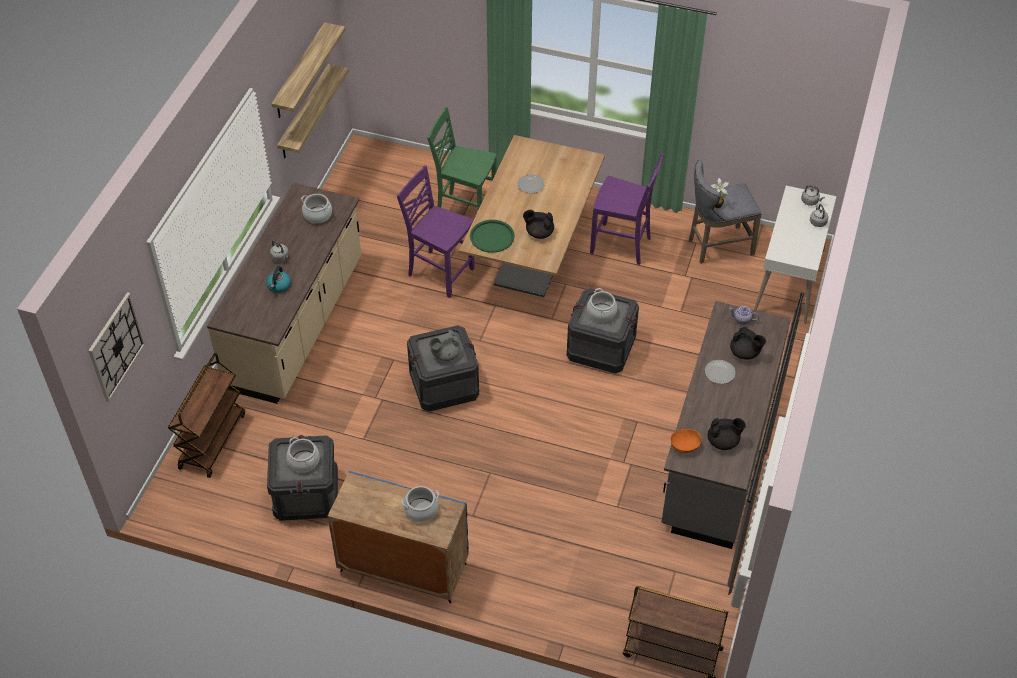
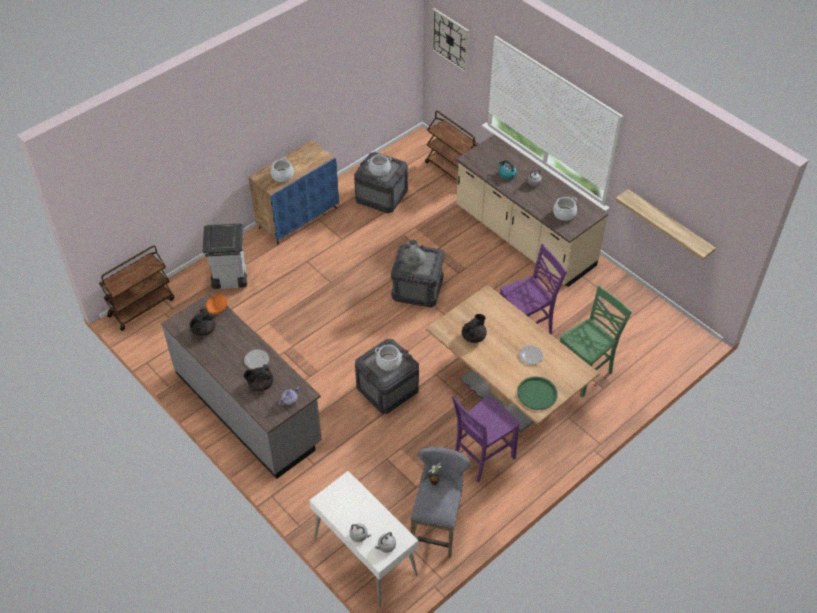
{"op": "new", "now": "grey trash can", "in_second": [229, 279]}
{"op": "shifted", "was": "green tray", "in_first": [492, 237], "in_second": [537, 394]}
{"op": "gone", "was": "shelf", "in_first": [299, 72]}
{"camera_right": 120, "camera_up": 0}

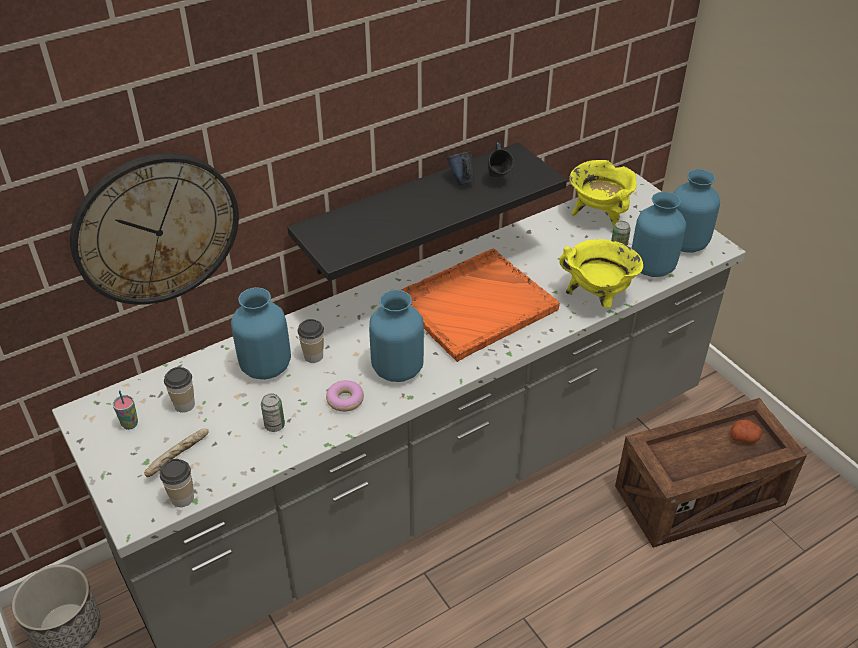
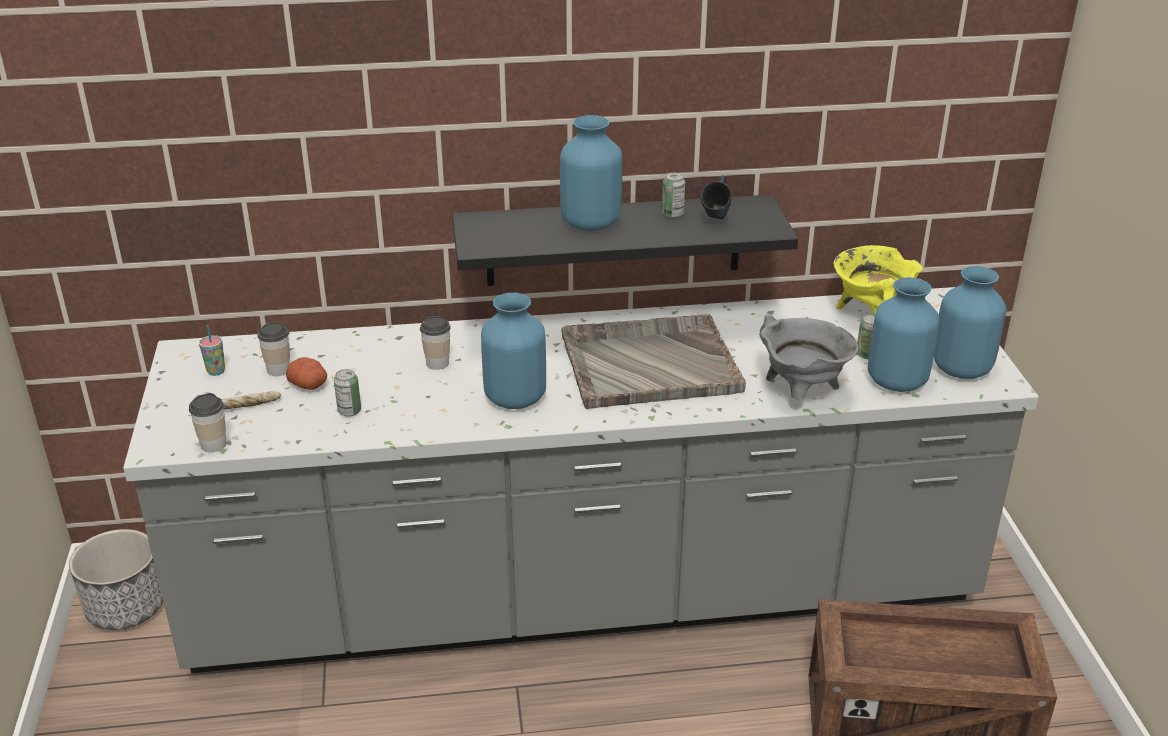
{"op": "shifted", "was": "potato", "in_first": [744, 437], "in_second": [309, 385]}
{"op": "shifted", "was": "blue vase", "in_first": [265, 367], "in_second": [589, 223]}
{"op": "repainted", "was": "orange tray", "now": "grey tray", "in_first": [474, 306], "in_second": [648, 364]}
{"op": "swapped", "was": "blue mug", "now": "can", "in_first": [461, 181], "in_second": [672, 214]}
{"op": "repainted", "was": "yellow cooking pot", "now": "grey cooking pot", "in_first": [597, 298], "in_second": [801, 393]}
{"op": "gone", "was": "wall clock", "in_first": [156, 229]}
{"op": "gone", "was": "donut", "in_first": [345, 400]}
{"camera_right": 25, "camera_up": -10}

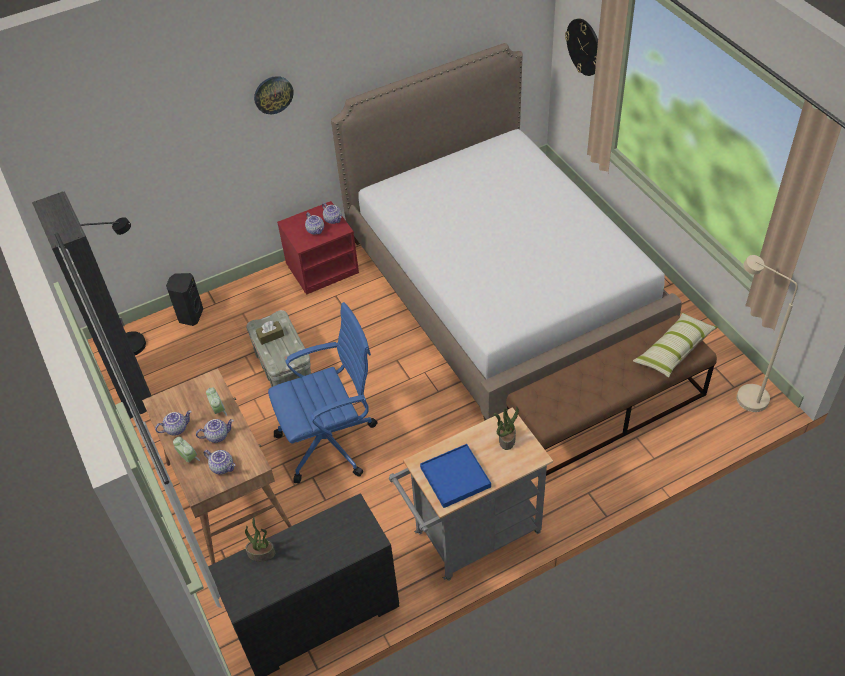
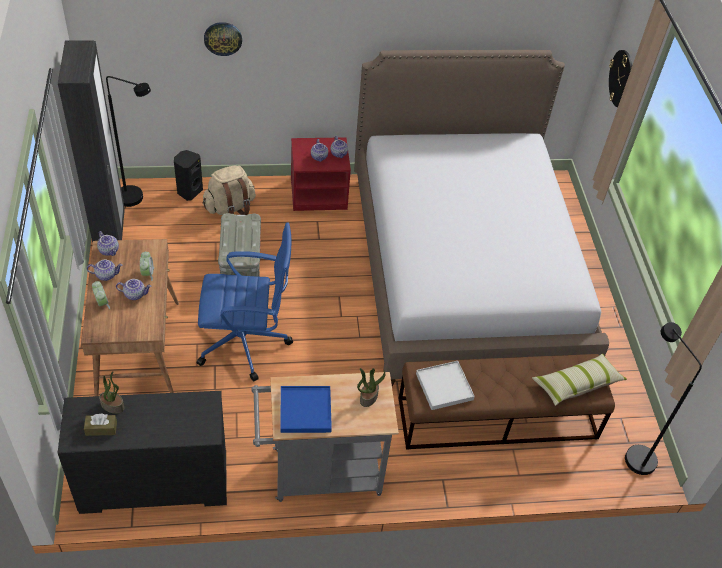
{"op": "shifted", "was": "brown tissue box", "in_first": [270, 336], "in_second": [101, 428]}
{"op": "shifted", "was": "teapot", "in_first": [223, 467], "in_second": [109, 250]}
{"op": "new", "now": "beige backpack", "in_second": [230, 208]}
{"op": "shifted", "was": "wall clock", "in_first": [273, 94], "in_second": [223, 38]}
{"op": "new", "now": "white tray", "in_second": [444, 387]}
{"op": "repainted", "was": "beige floor lamp", "now": "black floor lamp", "in_first": [743, 395], "in_second": [634, 453]}
{"camera_right": 15, "camera_up": 0}

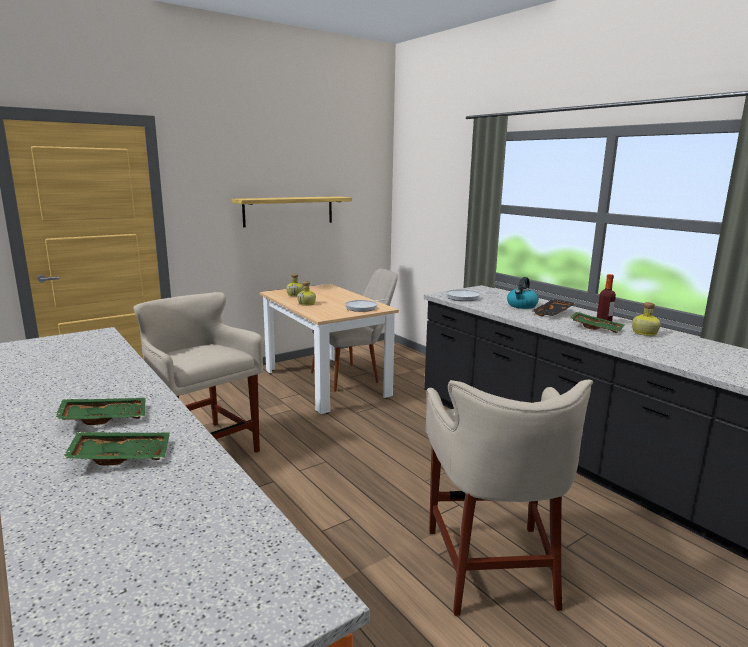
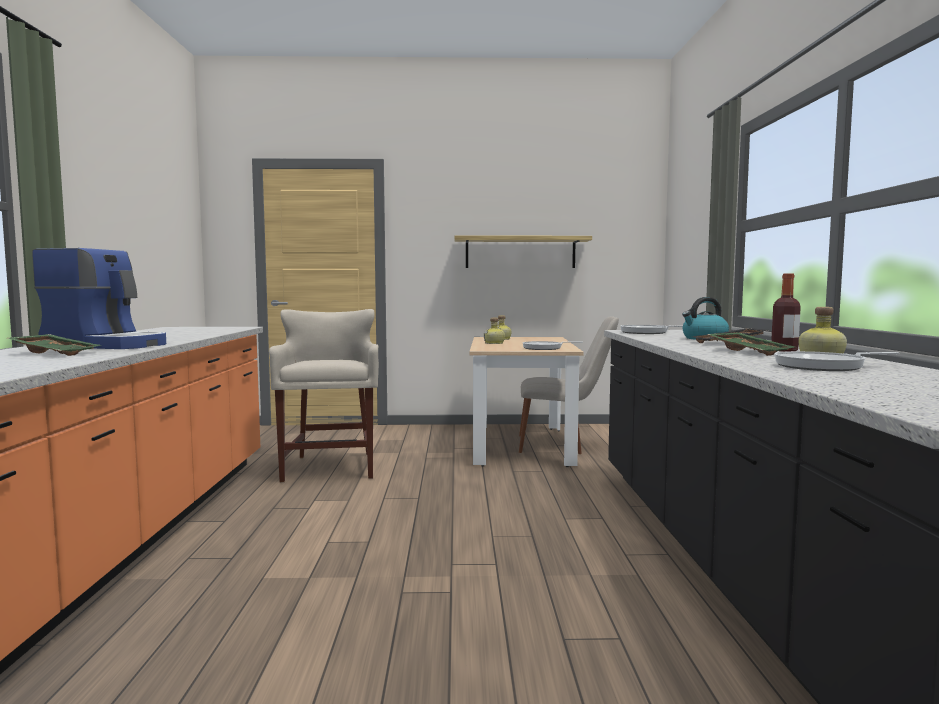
{"op": "swapped", "was": "green tray", "now": "coffee machine", "in_first": [104, 418], "in_second": [107, 345]}
{"op": "new", "now": "frying pan", "in_second": [824, 366]}
{"op": "gone", "was": "beige stool", "in_first": [492, 565]}
{"camera_right": 35, "camera_up": -10}

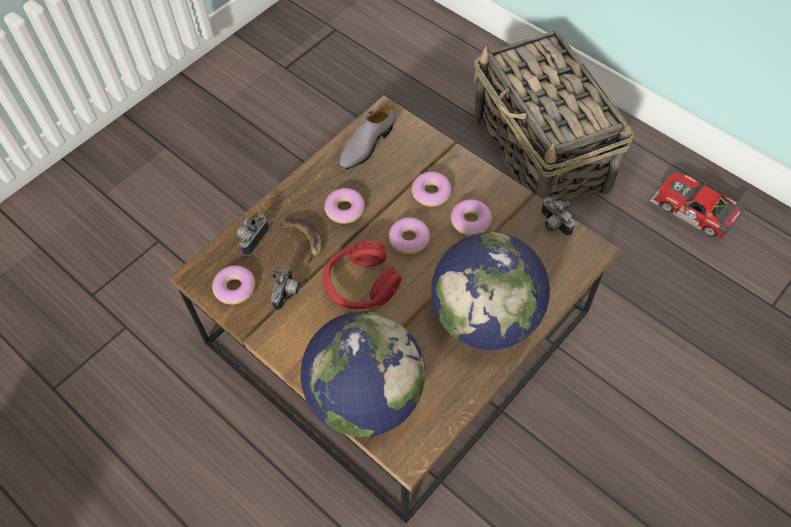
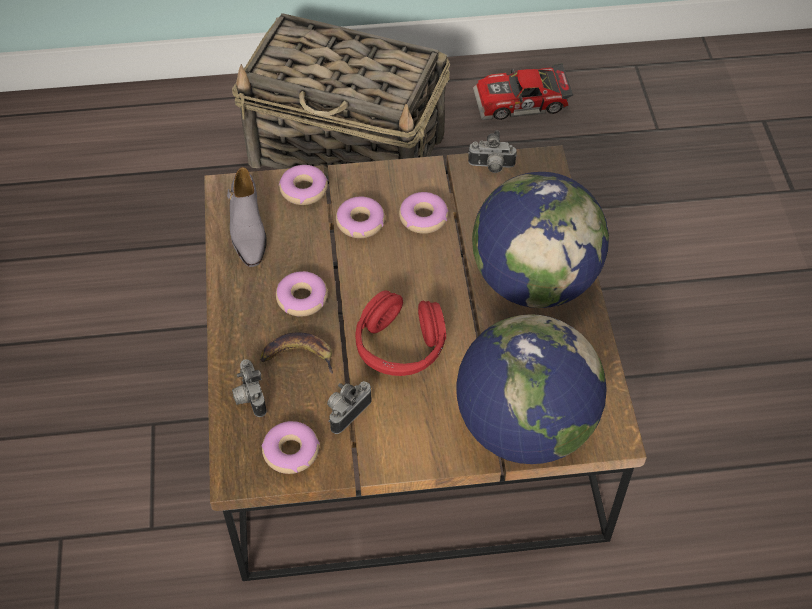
{"op": "shifted", "was": "donut", "in_first": [409, 239], "in_second": [304, 190]}
{"op": "rotated", "was": "photo camera", "in_first": [287, 294], "in_second": [346, 412], "clockwise": -105}
{"camera_right": -50, "camera_up": -5}

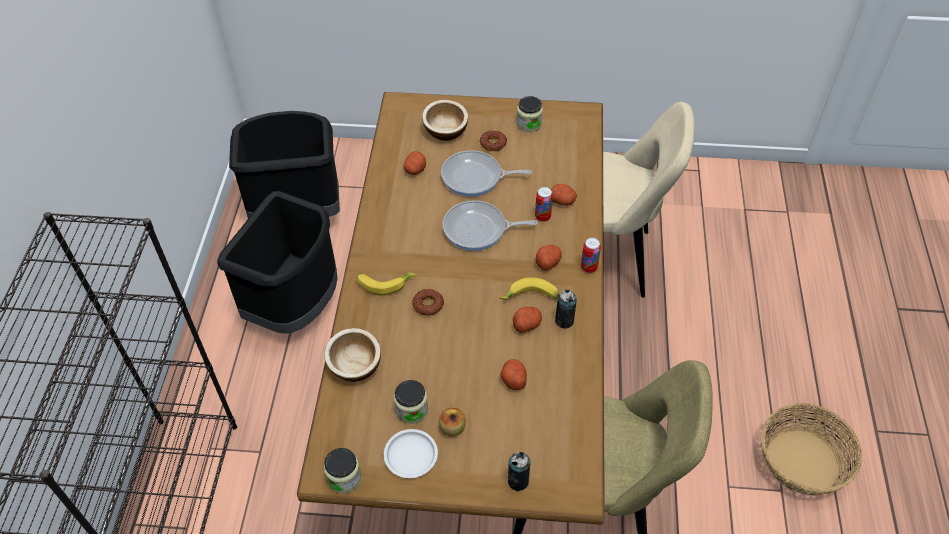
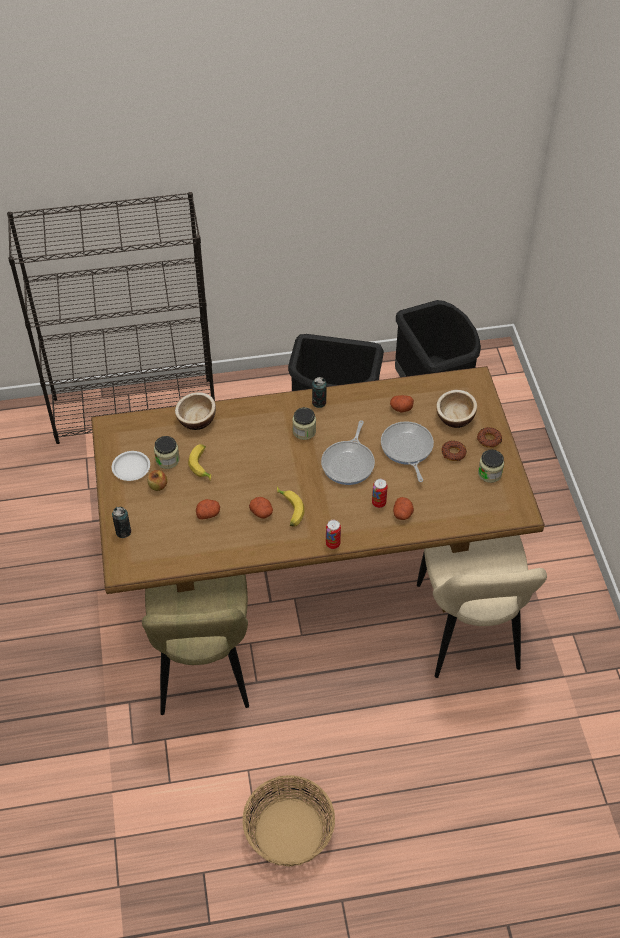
{"op": "shifted", "was": "banana", "in_first": [384, 283], "in_second": [203, 465]}
{"op": "shifted", "was": "jar", "in_first": [344, 478], "in_second": [304, 431]}
{"op": "shifted", "was": "can", "in_first": [564, 321], "in_second": [319, 402]}
{"op": "rotated", "was": "frying pan", "in_first": [478, 229], "in_second": [349, 463], "clockwise": -150}
{"op": "shifted", "was": "donut", "in_first": [428, 304], "in_second": [489, 439]}
{"op": "gone", "was": "potato", "in_first": [547, 262]}
{"camera_right": 75, "camera_up": 0}

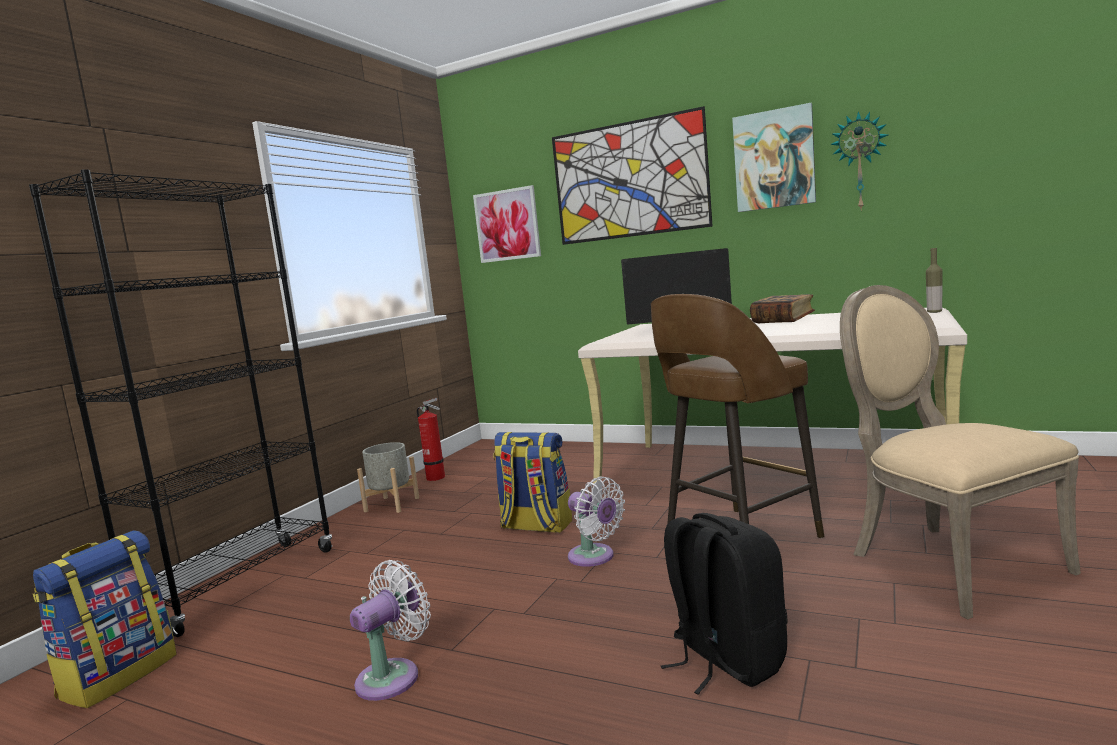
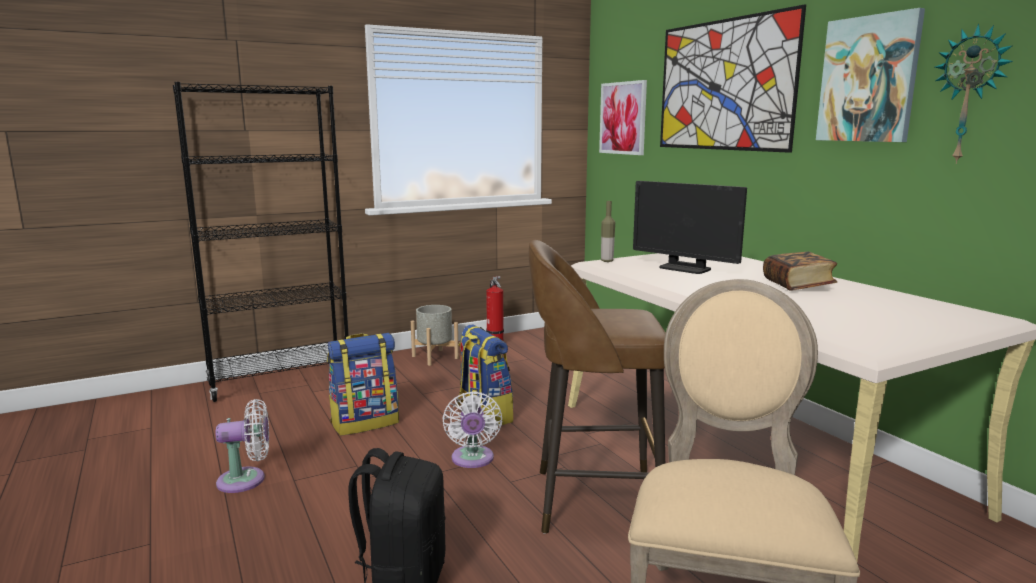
{"op": "shifted", "was": "backpack", "in_first": [118, 675], "in_second": [365, 422]}
{"op": "shifted", "was": "bottle", "in_first": [934, 312], "in_second": [607, 261]}
{"camera_right": 35, "camera_up": 5}

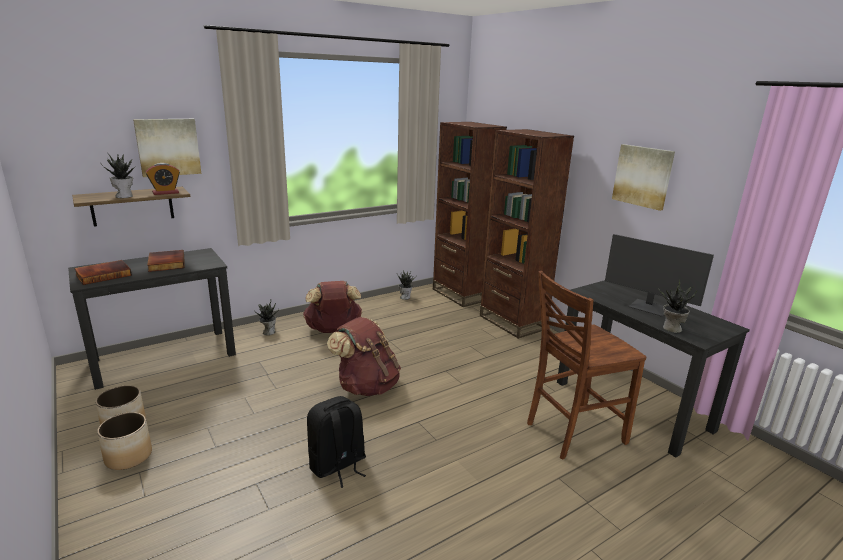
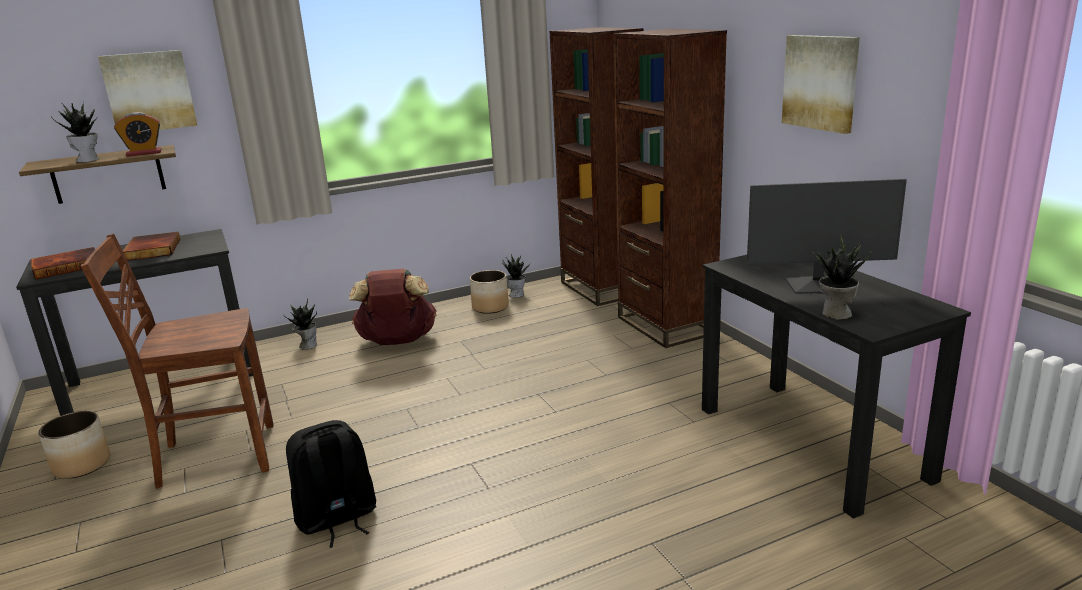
{"op": "shifted", "was": "brown chair", "in_first": [572, 432], "in_second": [215, 456]}
{"op": "shifted", "was": "planter", "in_first": [128, 457], "in_second": [490, 307]}
{"op": "rotated", "was": "monitor", "in_first": [648, 308], "in_second": [816, 286], "clockwise": -45}
{"op": "gone", "was": "brown backpack", "in_first": [366, 386]}
{"camera_right": 10, "camera_up": 0}

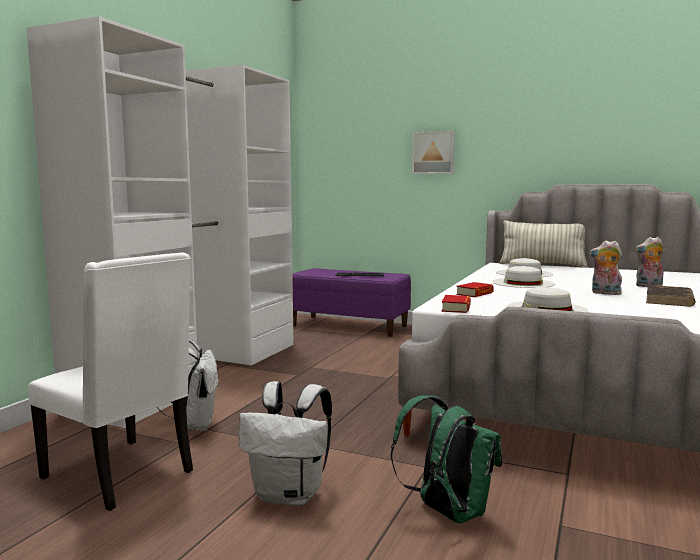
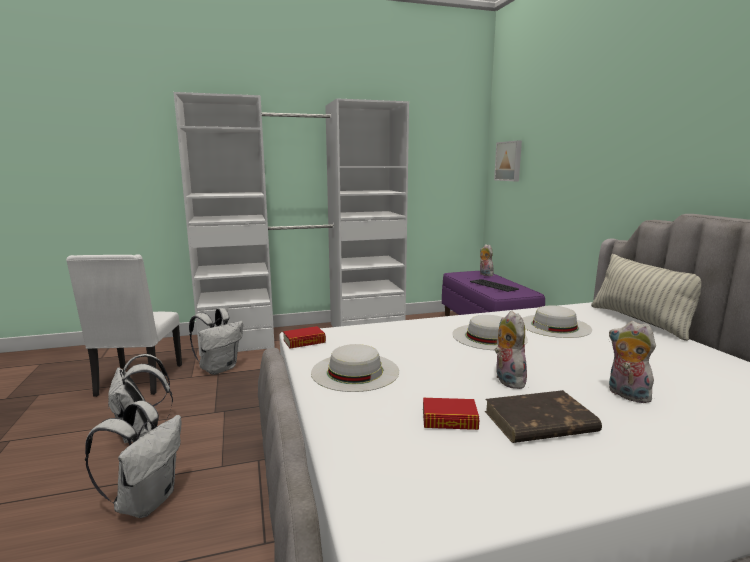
{"op": "repainted", "was": "green backpack", "now": "white backpack", "in_first": [447, 512], "in_second": [146, 501]}
{"op": "shifted", "was": "book", "in_first": [474, 293], "in_second": [449, 420]}
{"op": "new", "now": "plush toy", "in_second": [484, 274]}
{"op": "shifted", "was": "picture", "in_first": [433, 152], "in_second": [509, 161]}
{"camera_right": 50, "camera_up": 5}

